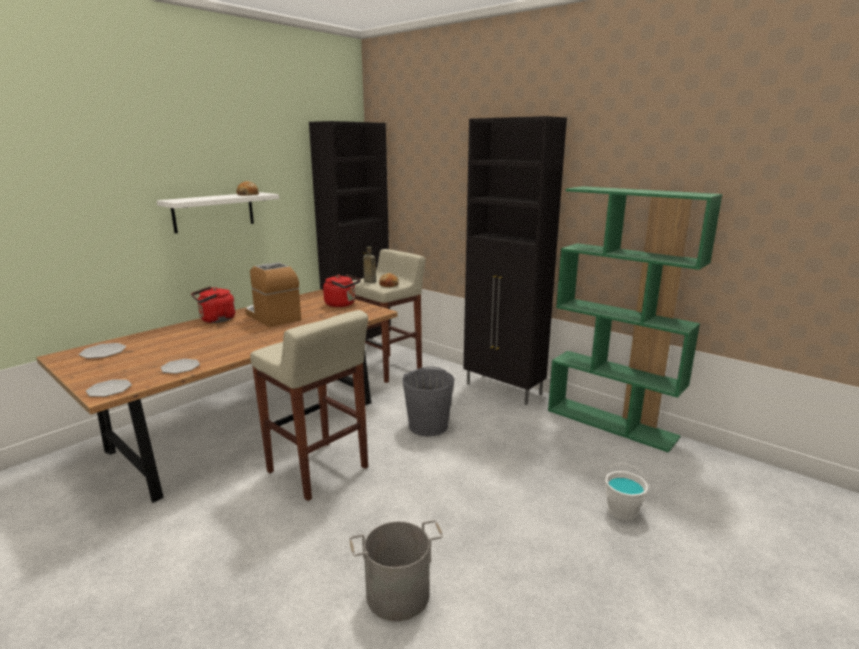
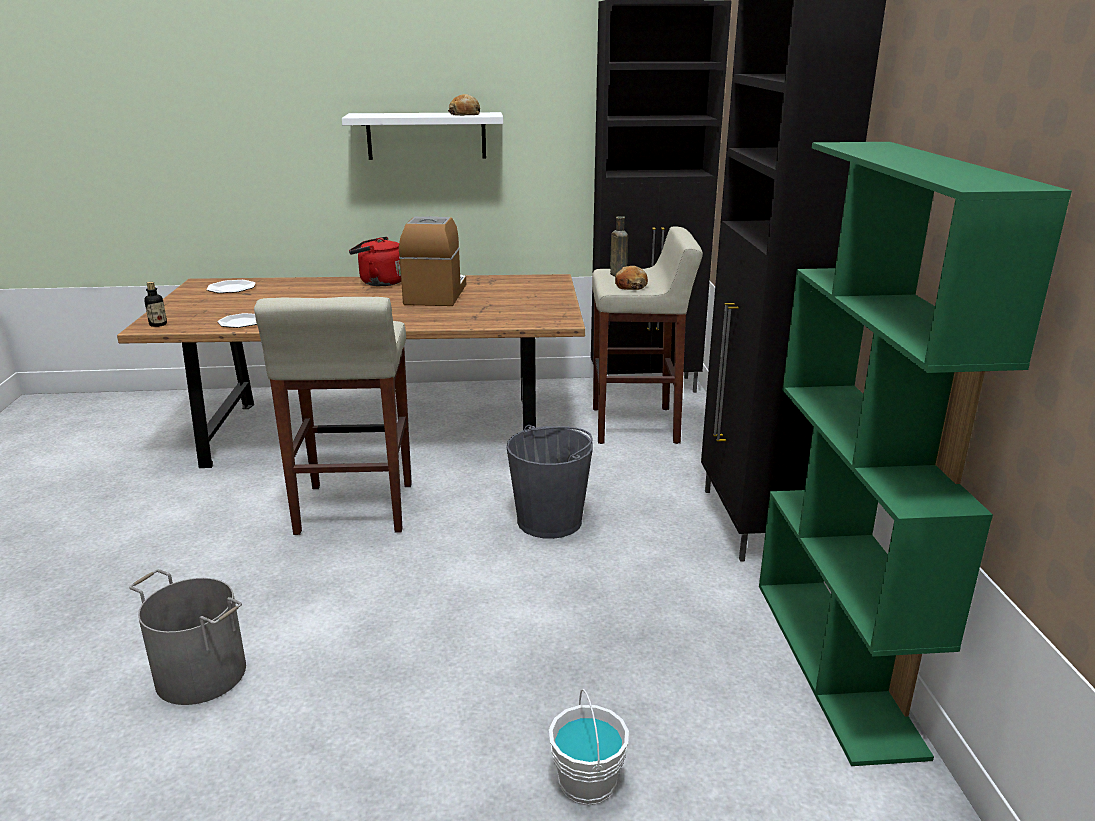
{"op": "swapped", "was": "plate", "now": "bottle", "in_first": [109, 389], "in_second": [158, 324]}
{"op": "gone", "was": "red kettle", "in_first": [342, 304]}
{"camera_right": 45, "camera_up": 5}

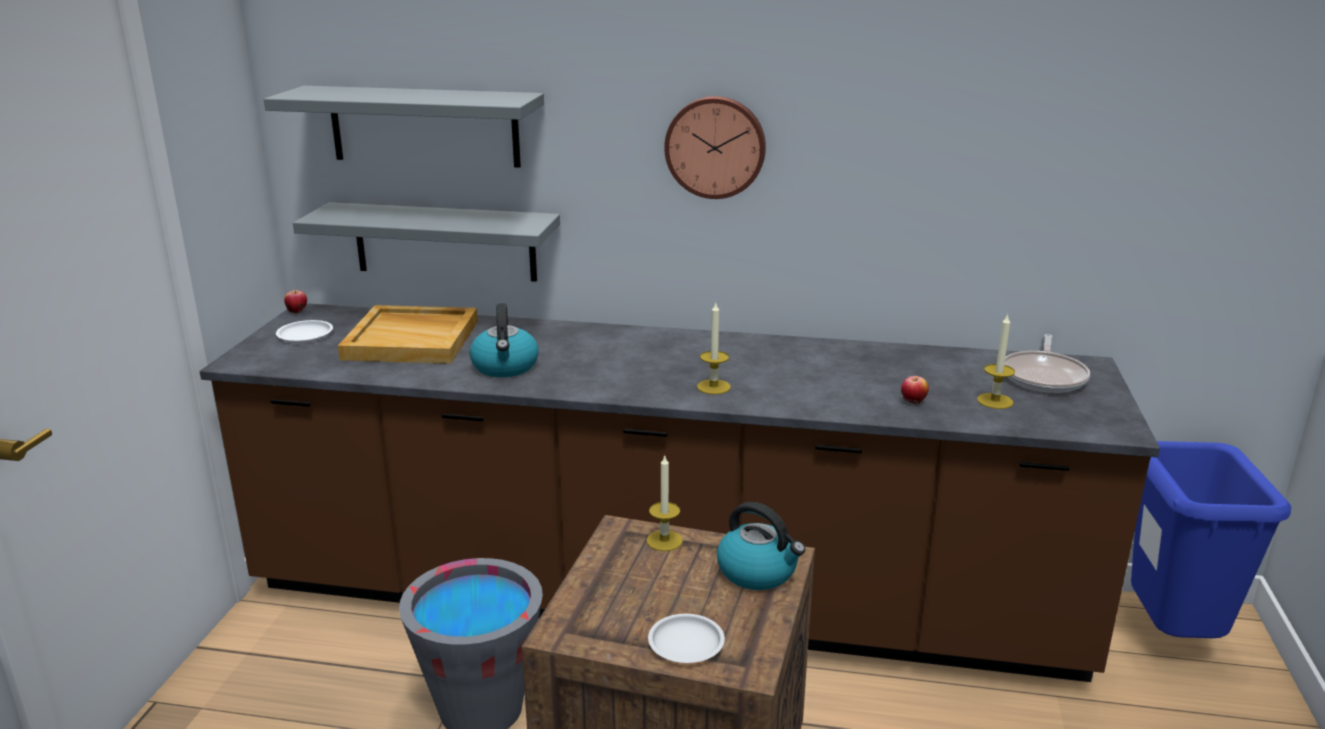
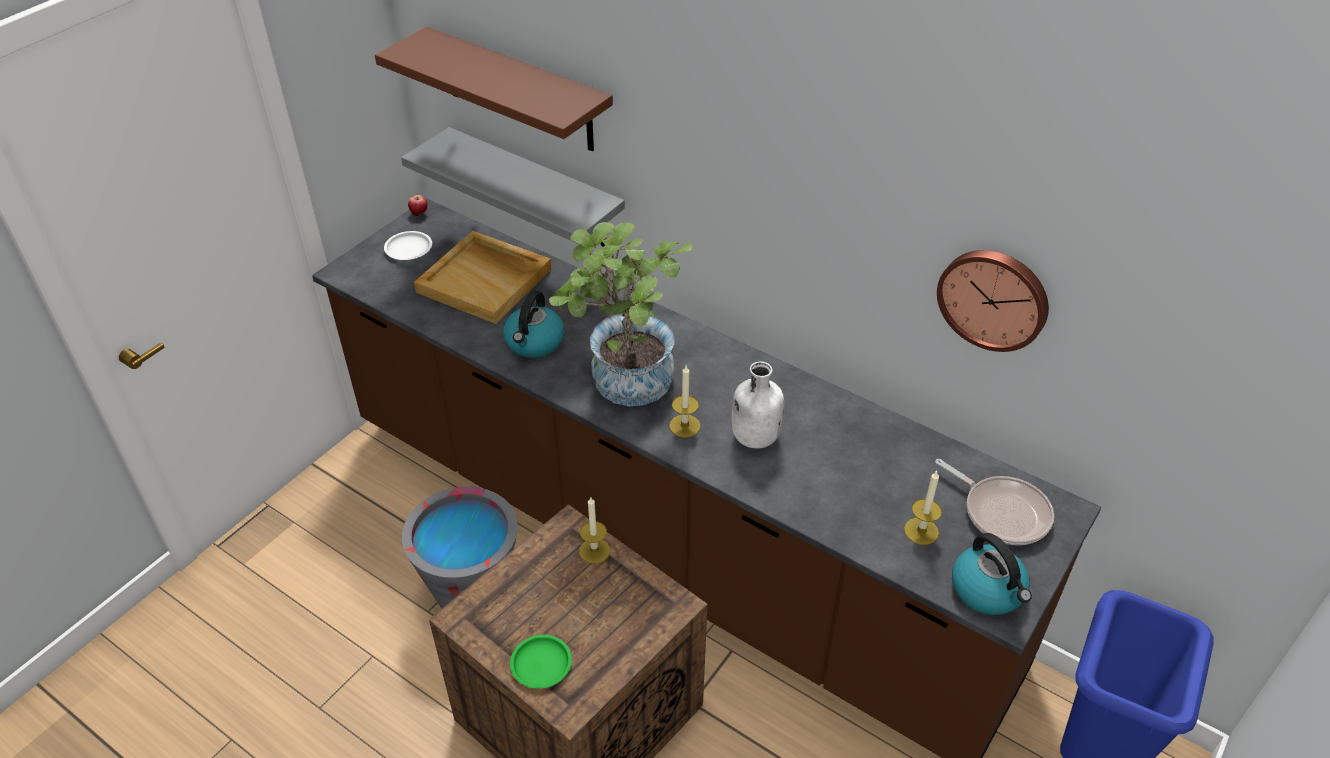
{"op": "repainted", "was": "grey shelf", "now": "brown shelf", "in_first": [424, 126], "in_second": [518, 90]}
{"op": "repainted", "was": "white plate", "now": "green plate", "in_first": [685, 643], "in_second": [541, 664]}
{"op": "new", "now": "potted plant", "in_second": [624, 386]}
{"op": "new", "now": "white bottle", "in_second": [754, 438]}
{"op": "rotated", "was": "frying pan", "in_first": [1044, 376], "in_second": [1002, 512], "clockwise": -90}
{"op": "shifted", "was": "wall clock", "in_first": [715, 146], "in_second": [994, 298]}
{"op": "shifted", "was": "kettle", "in_first": [758, 572], "in_second": [988, 590]}
{"op": "gone", "was": "apple", "in_first": [913, 402]}
{"camera_right": 25, "camera_up": 20}

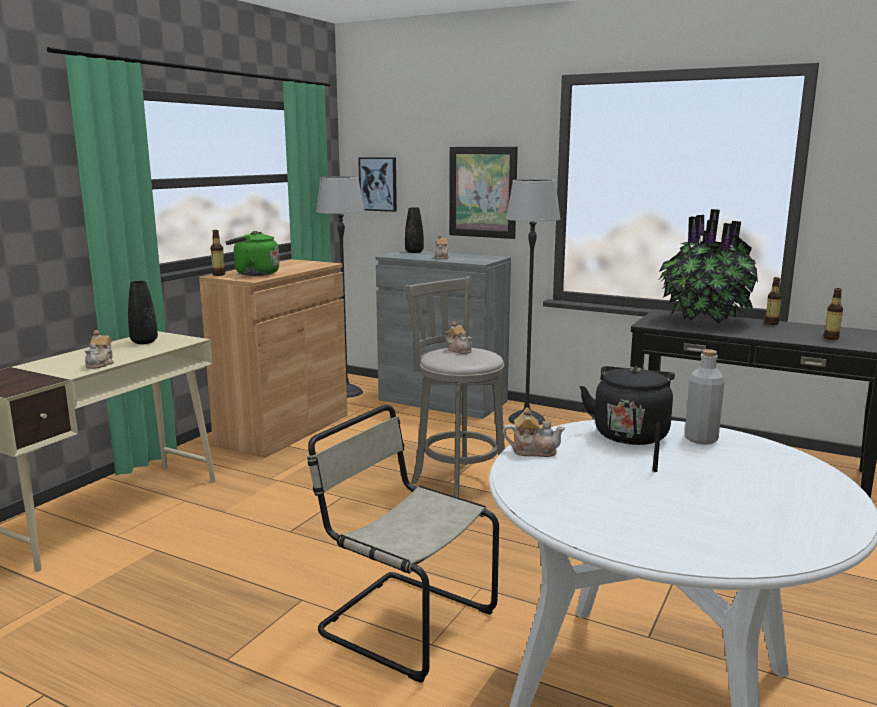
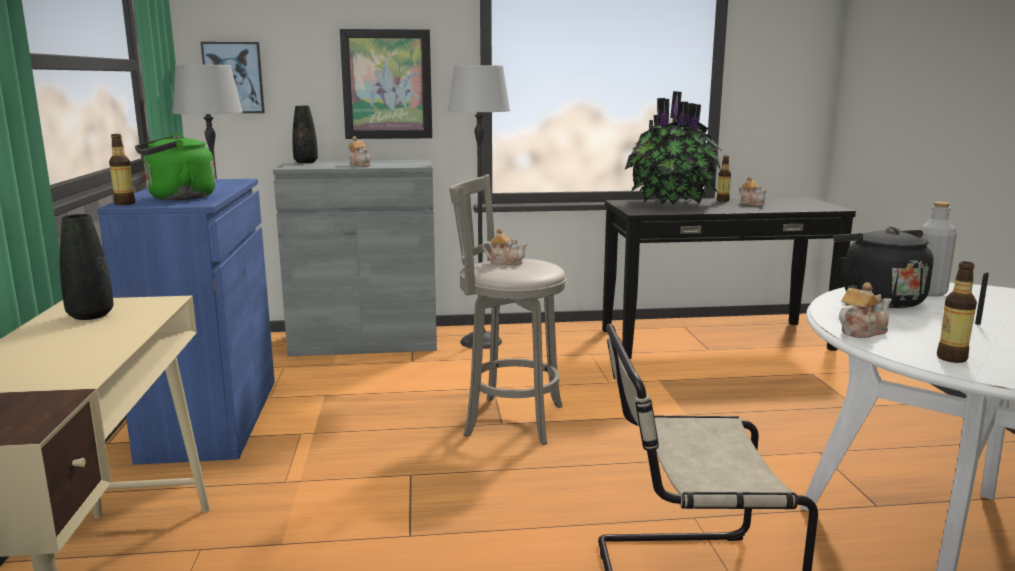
{"op": "repainted", "was": "brown cabinet", "now": "blue cabinet", "in_first": [283, 429], "in_second": [212, 418]}
{"op": "shifted", "was": "teapot", "in_first": [101, 364], "in_second": [752, 203]}
{"op": "shifted", "was": "bottle", "in_first": [831, 338], "in_second": [951, 358]}
{"camera_right": -35, "camera_up": 0}

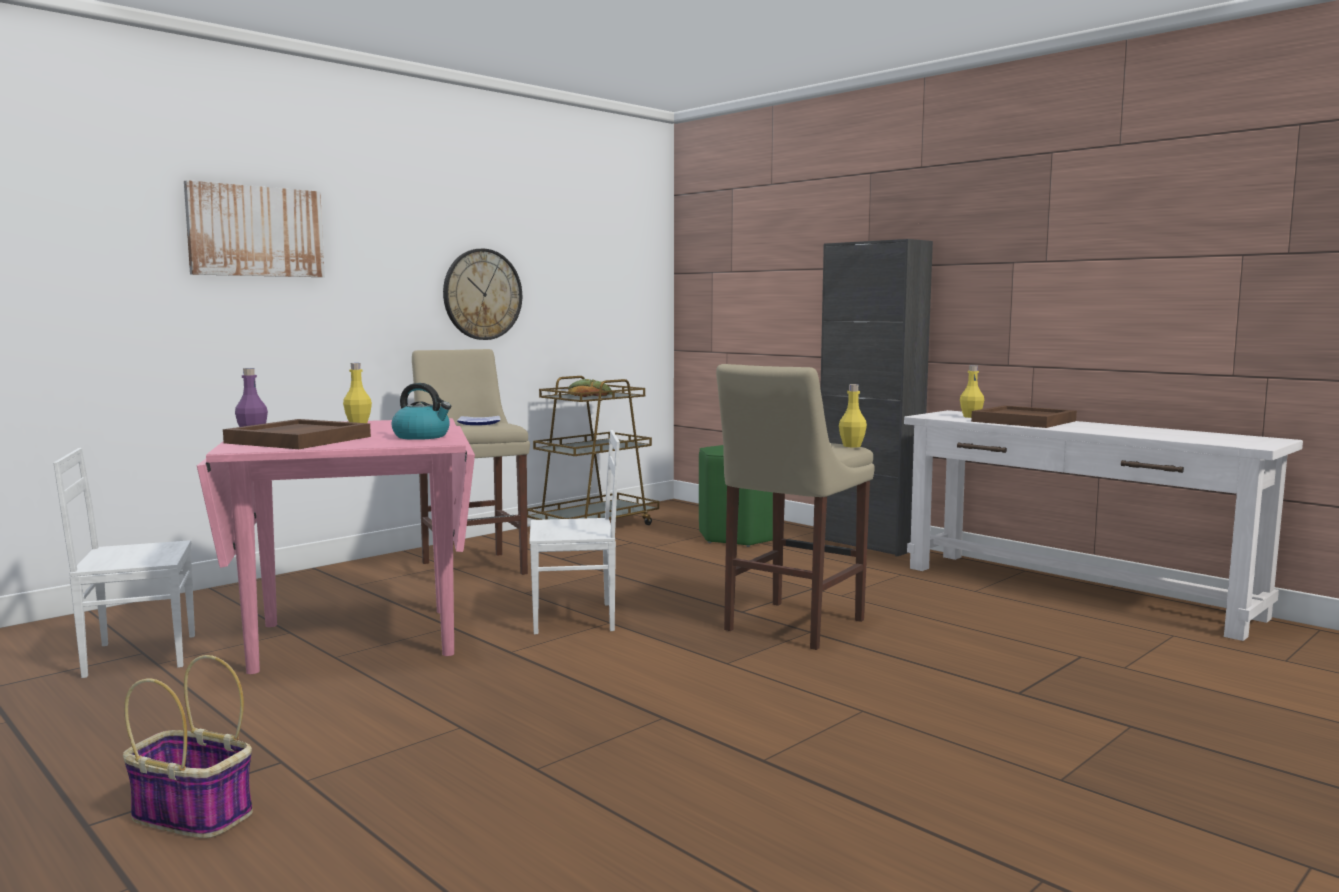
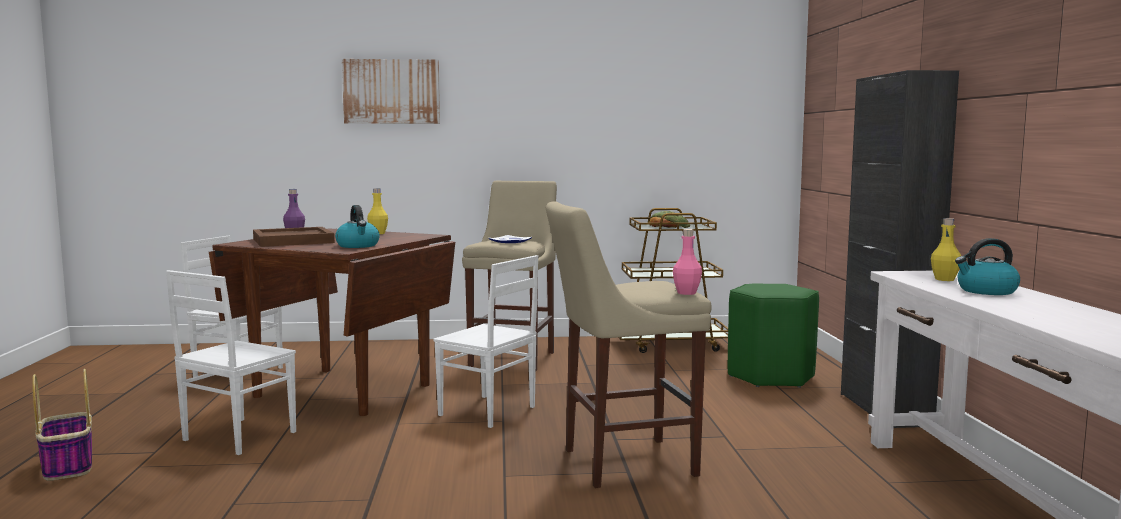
{"op": "new", "now": "white chair", "in_second": [237, 436]}
{"op": "repainted", "was": "pink dining table", "now": "brown dining table", "in_first": [356, 638], "in_second": [344, 390]}
{"op": "repainted", "was": "yellow bottle", "now": "pink bottle", "in_first": [852, 446], "in_second": [686, 293]}
{"op": "swapped", "was": "brown tray", "now": "kettle", "in_first": [1024, 421], "in_second": [986, 291]}
{"op": "gone", "was": "wall clock", "in_first": [482, 294]}
{"camera_right": 40, "camera_up": 0}

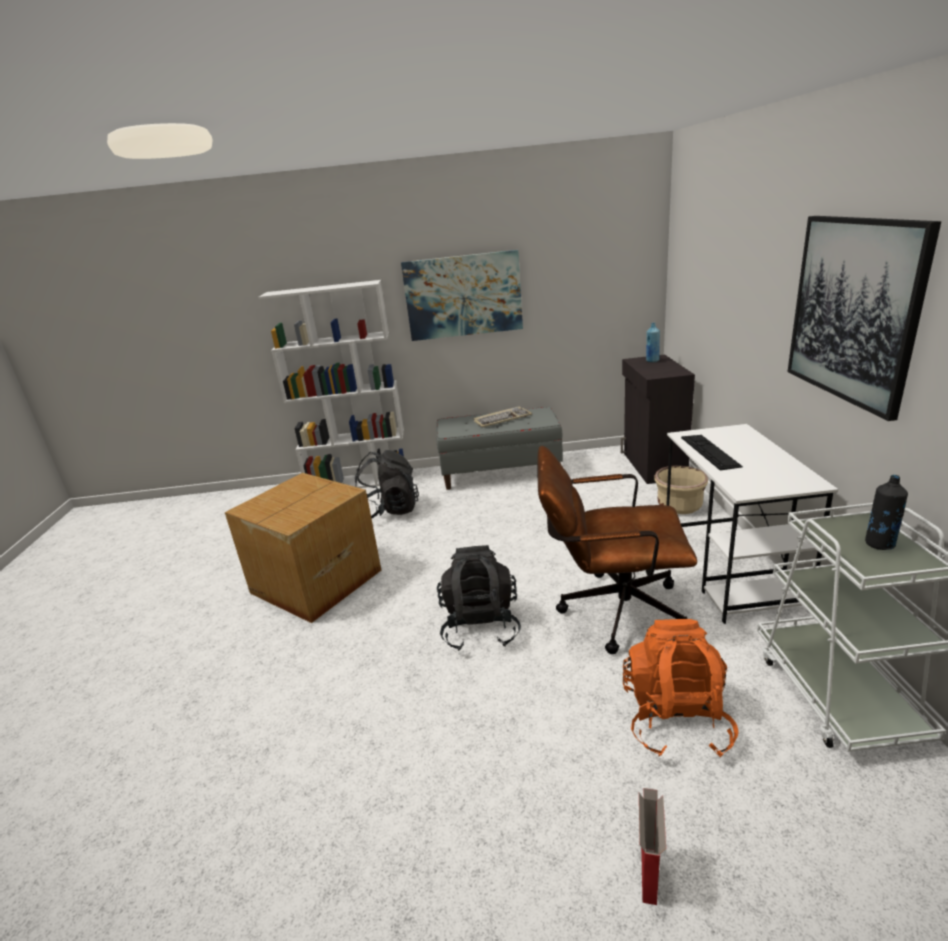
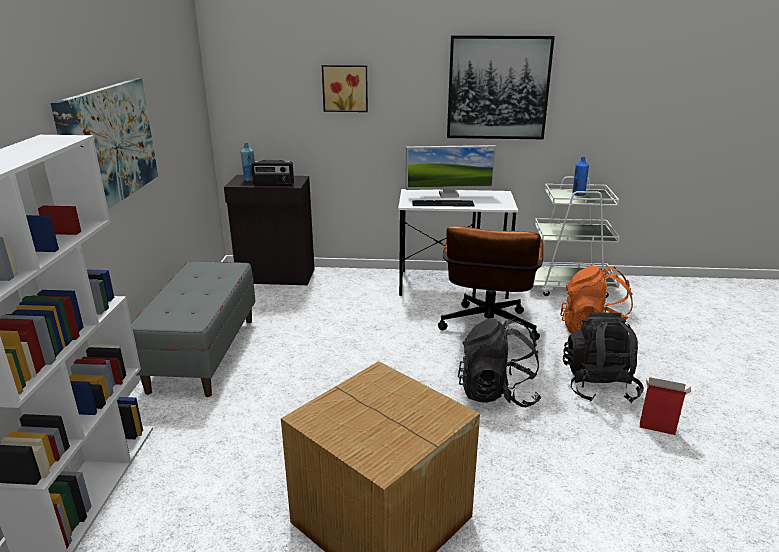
{"op": "new", "now": "radio", "in_second": [273, 185]}
{"op": "new", "now": "picture", "in_second": [345, 88]}
{"op": "new", "now": "monitor", "in_second": [448, 195]}
{"op": "shifted", "was": "black backpack", "in_first": [389, 510], "in_second": [598, 386]}
{"op": "repainted", "was": "black bottle", "now": "blue bottle", "in_first": [879, 544], "in_second": [578, 194]}
{"op": "shifted", "was": "cardboard box", "in_first": [649, 876], "in_second": [658, 428]}
{"op": "gone", "was": "keyboard", "in_first": [502, 419]}
{"op": "gone", "was": "beige planter", "in_first": [679, 506]}
{"camera_right": -85, "camera_up": 0}

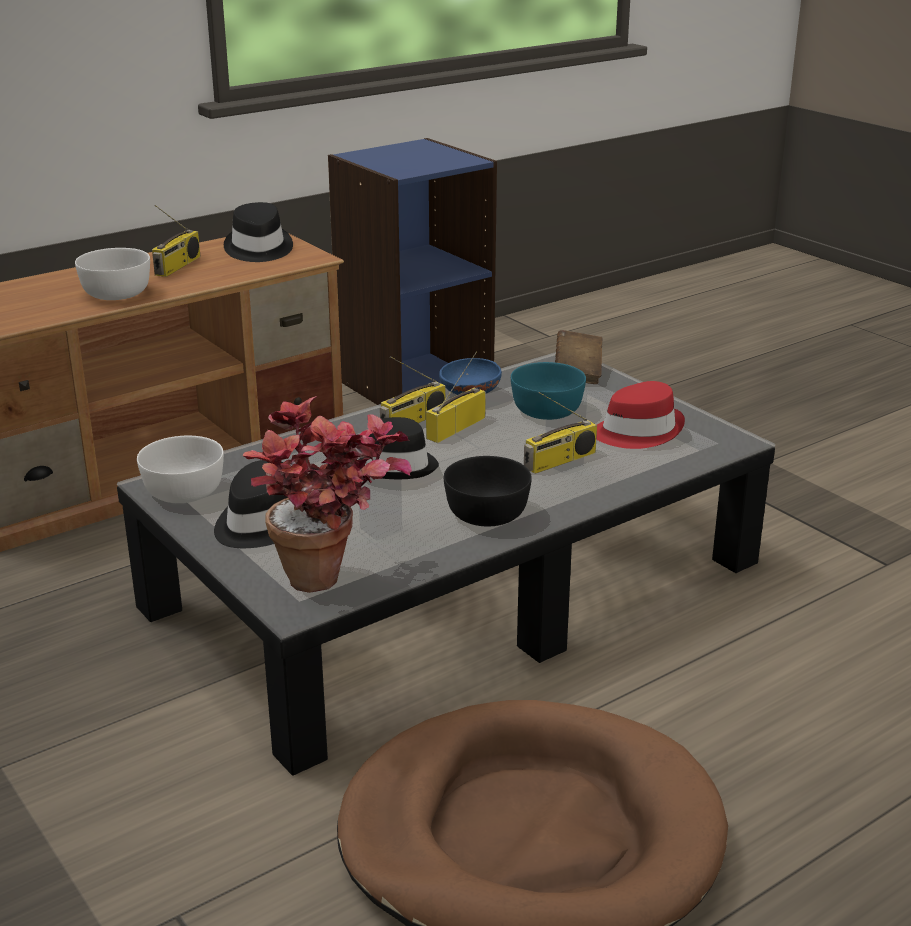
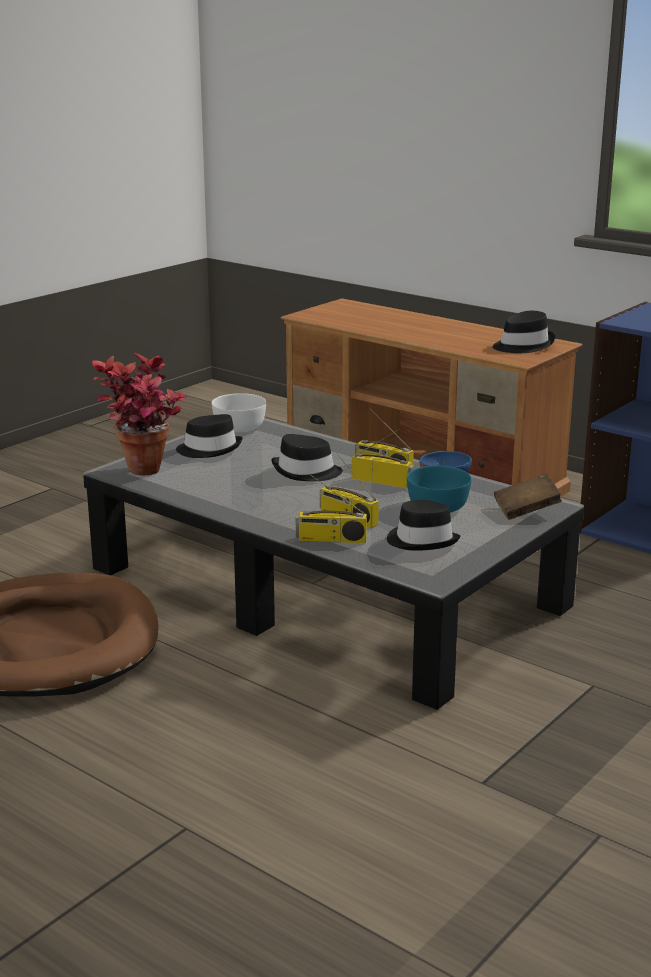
{"op": "shifted", "was": "radio", "in_first": [178, 266], "in_second": [331, 540]}
{"op": "repainted", "was": "red hat", "now": "black hat", "in_first": [637, 431], "in_second": [422, 540]}
{"op": "gone", "was": "white bowl", "in_first": [118, 293]}
{"op": "gone", "was": "black bowl", "in_first": [486, 514]}
{"camera_right": 75, "camera_up": -5}

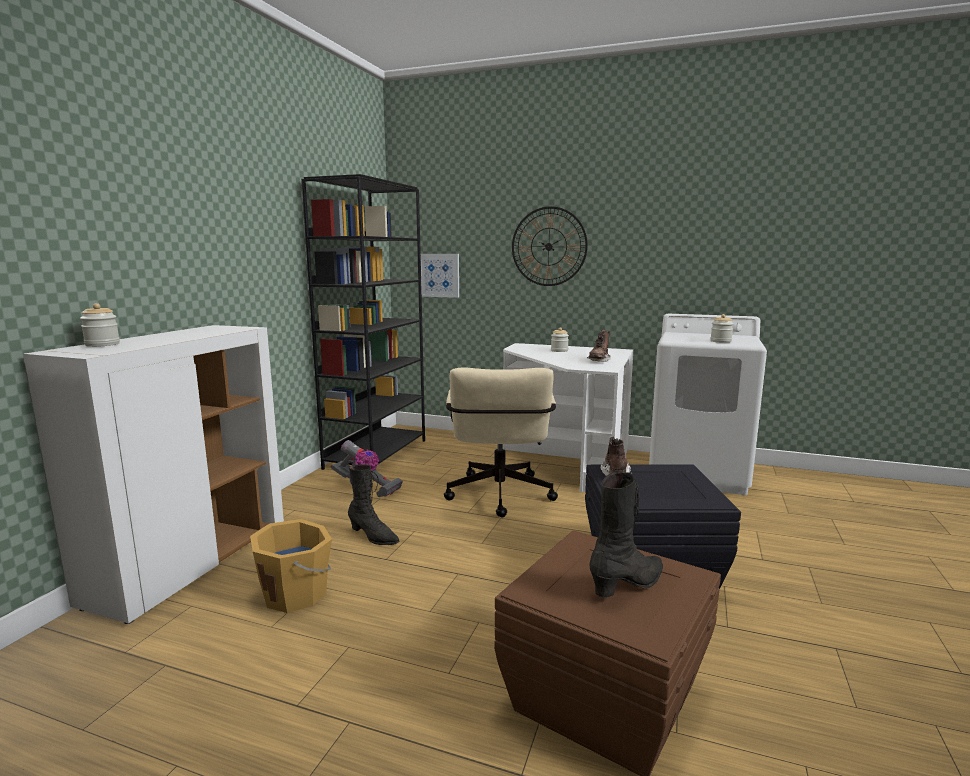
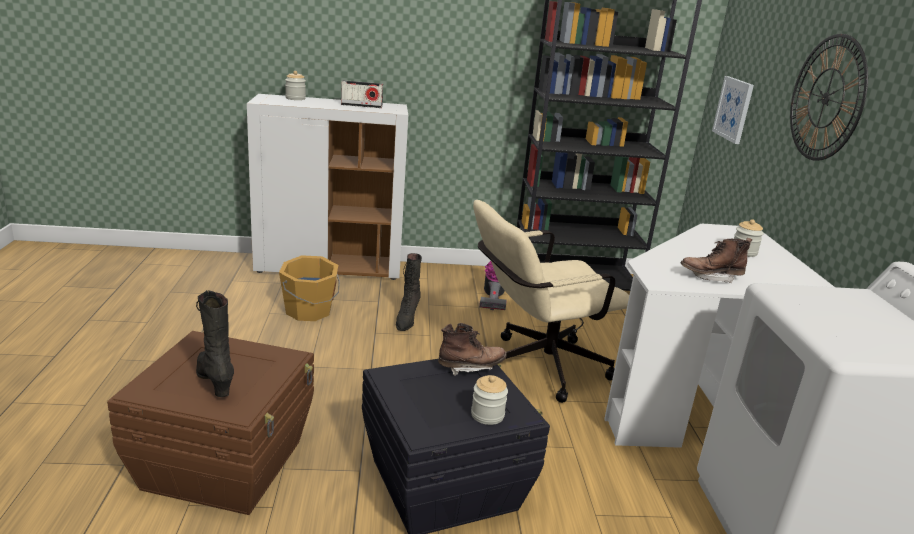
{"op": "rotated", "was": "black boot", "in_first": [628, 585], "in_second": [215, 380], "clockwise": -150}
{"op": "new", "now": "radio", "in_second": [361, 106]}
{"op": "shifted", "was": "jar", "in_first": [720, 341], "in_second": [487, 415]}
{"camera_right": 65, "camera_up": 10}

